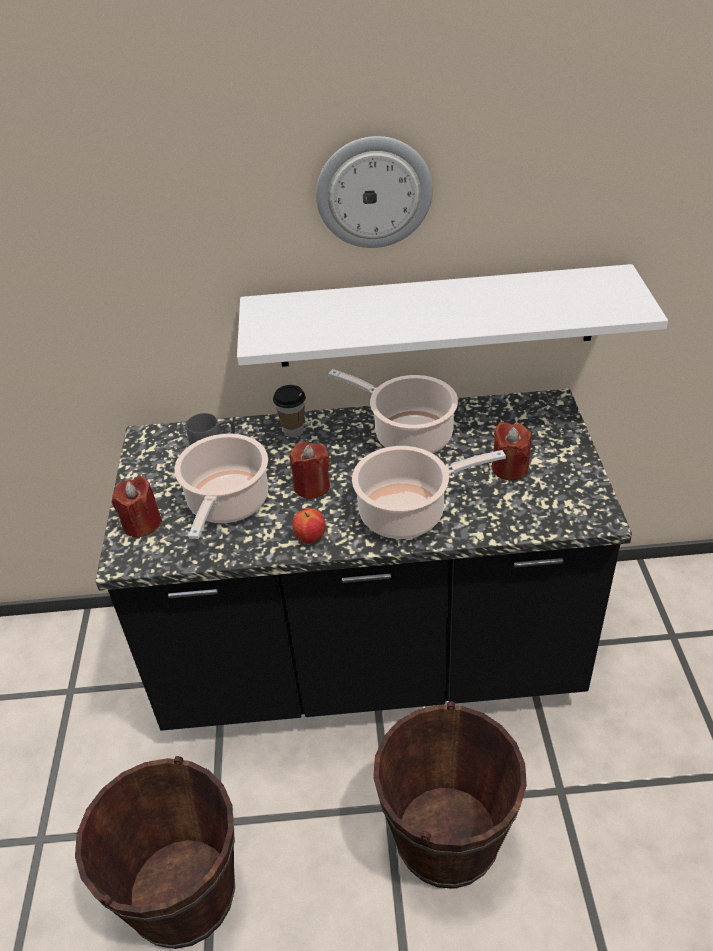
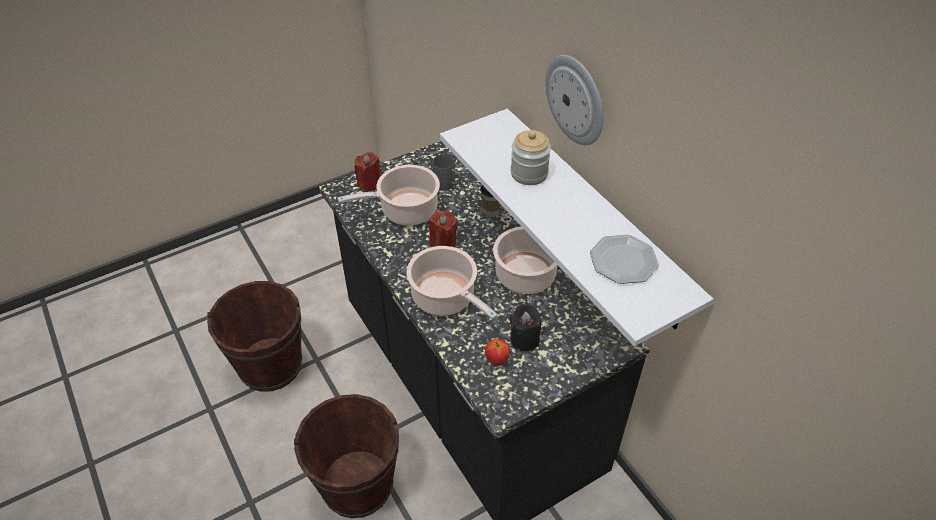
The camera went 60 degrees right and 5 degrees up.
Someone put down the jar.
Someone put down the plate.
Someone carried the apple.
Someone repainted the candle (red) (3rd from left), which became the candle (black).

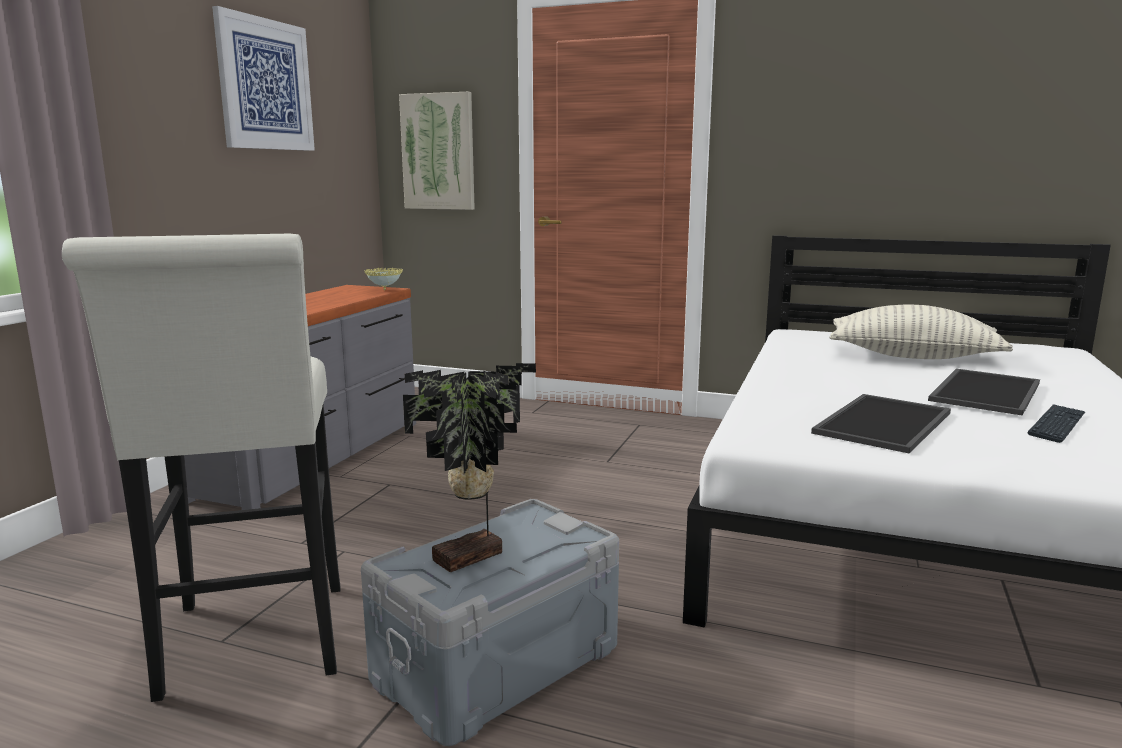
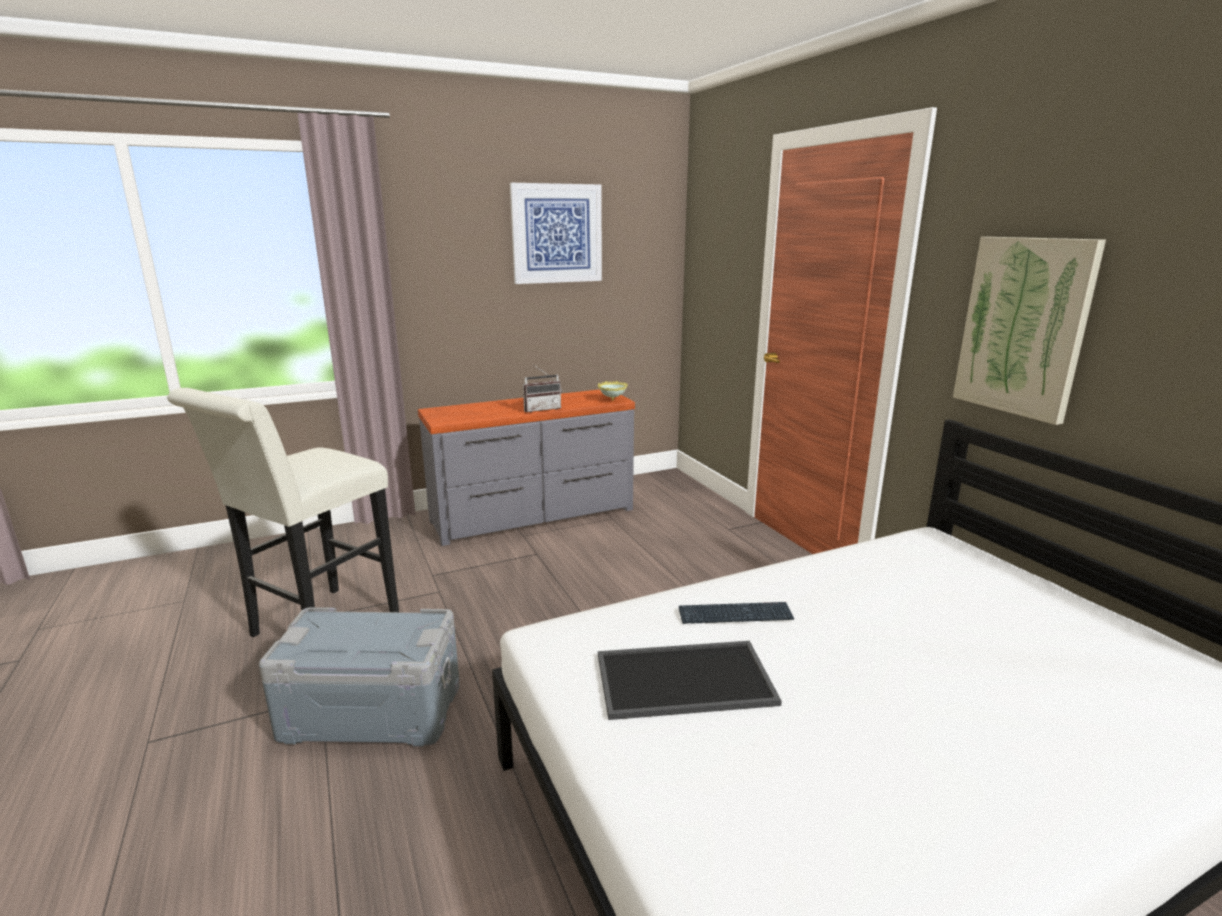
The camera went 45 degrees right and 5 degrees up.
Someone took away the potted plant.
Someone took away the pillow.
Someone took away the tray (2nd from left).
Someone put down the radio.
Someone carried the picture (2nd from left).
Someone carried the keyboard.

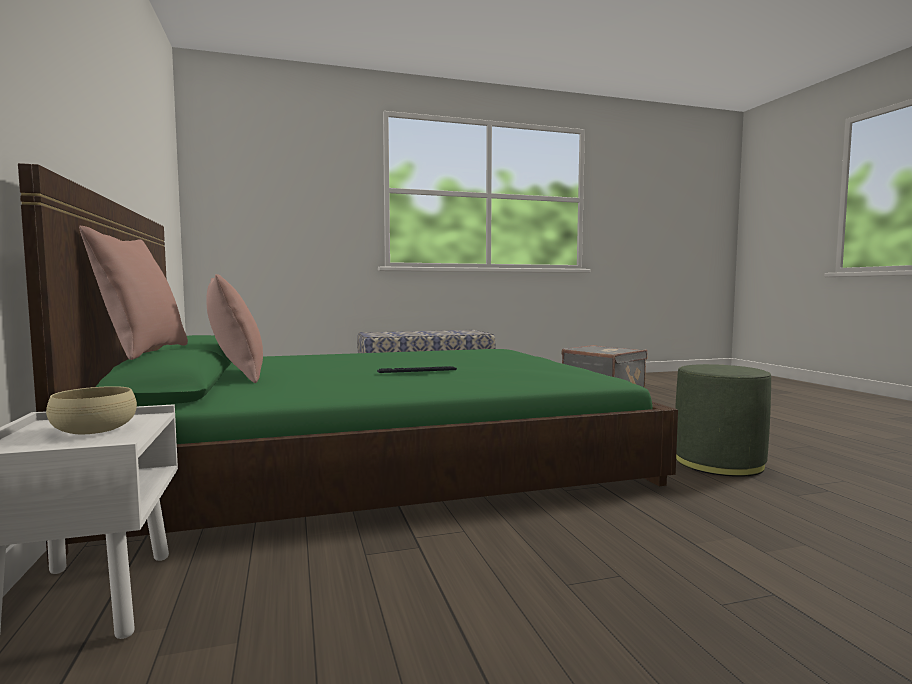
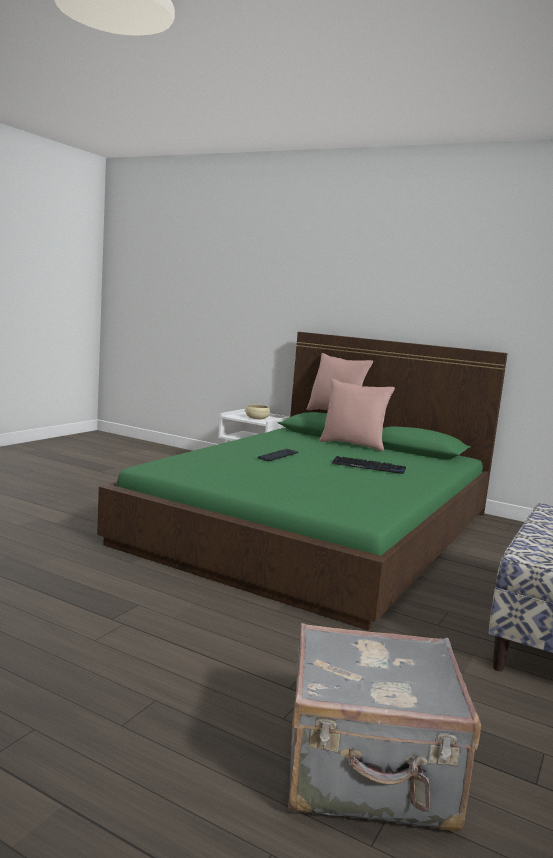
The camera went 135 degrees right and 5 degrees up.
Someone took away the ottoman (green).
Someone put down the keyboard (2nd from left).

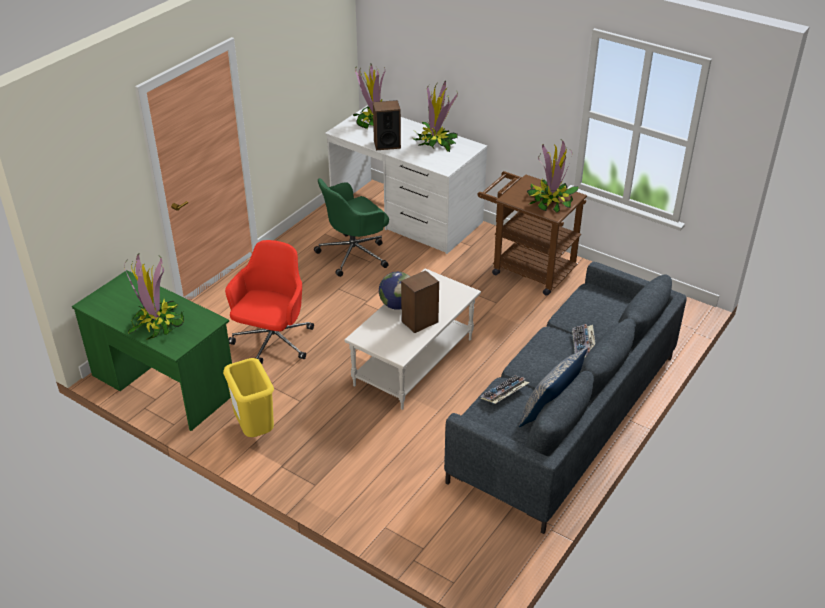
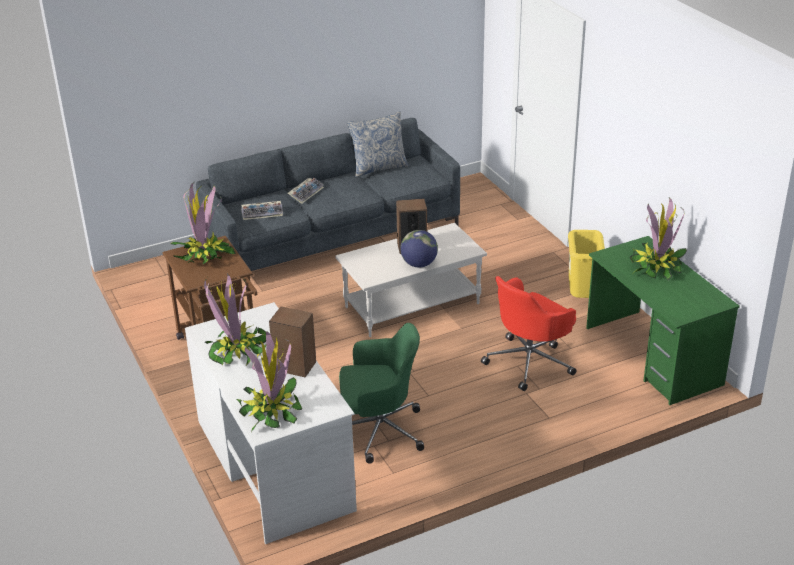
The camera went 150 degrees left and 5 degrees down.
Someone carried the keyboard (1st from left).

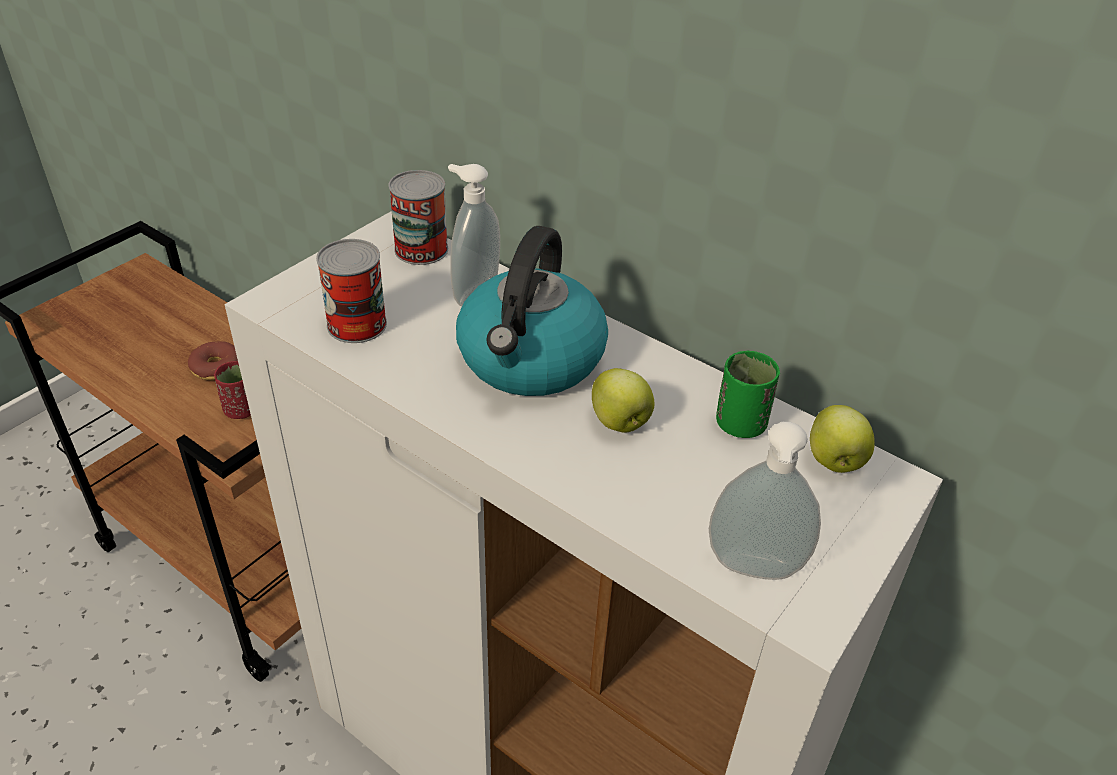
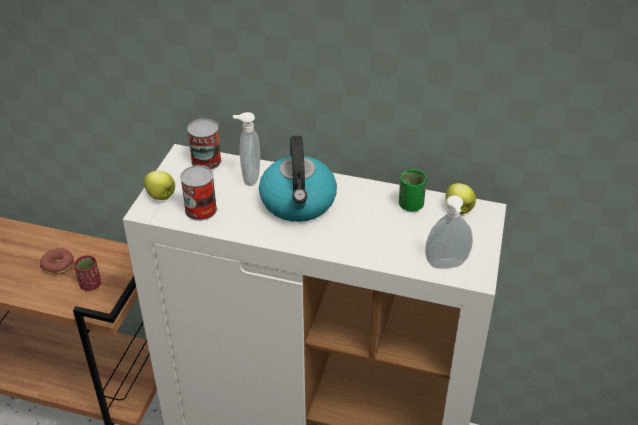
The camera went 20 degrees left and 0 degrees up.
Someone carried the apple (1st from left).

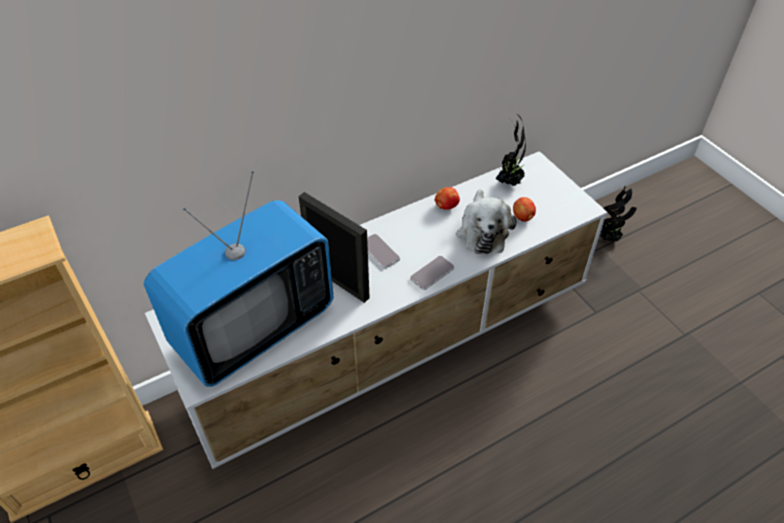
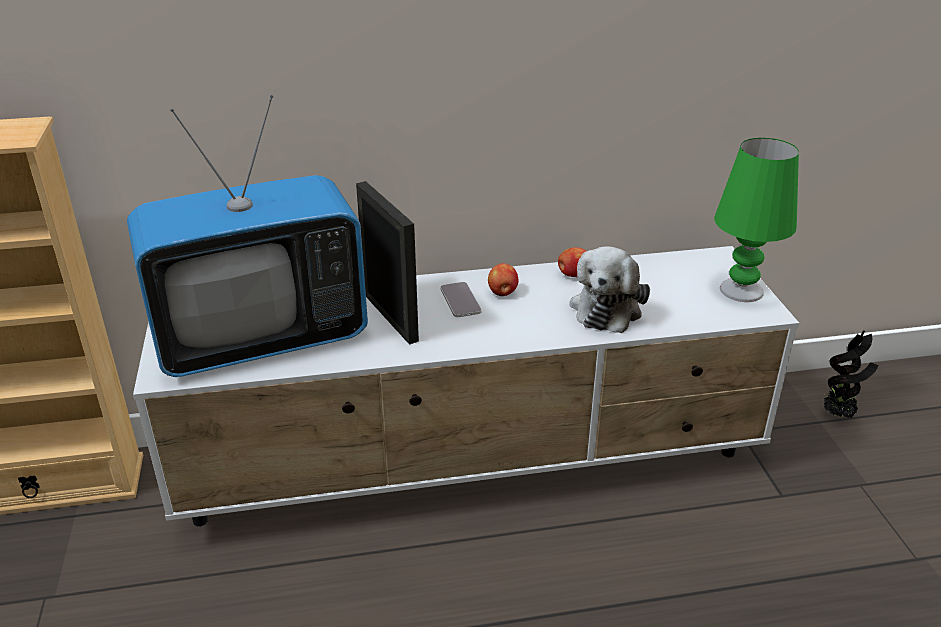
The camera went 20 degrees right and 15 degrees down.
Someone took away the phone (2nd from left).
Someone took away the potted plant (1st from left).
Someone put down the table lamp (green).
Someone carried the apple (2nd from left in the first image).

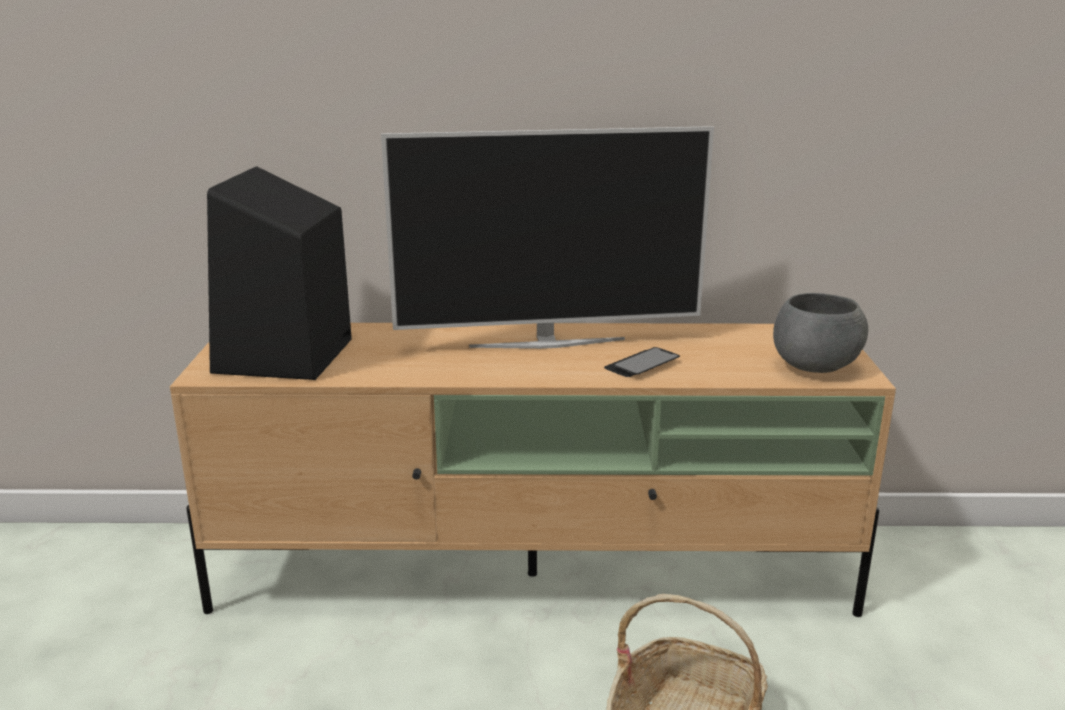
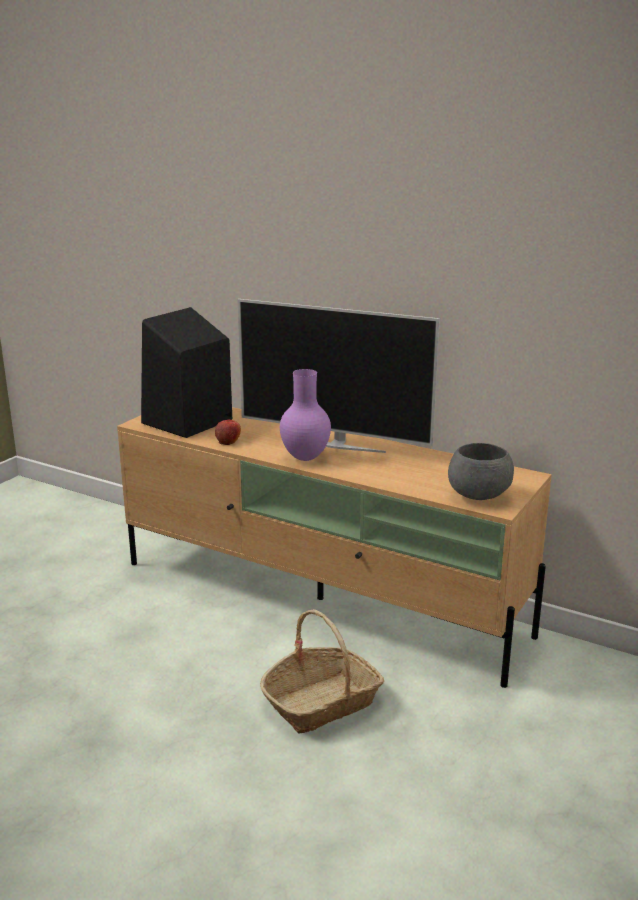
The camera went 30 degrees right and 0 degrees up.
Someone took away the phone.
Someone put down the apple.
Someone put down the vase (purple).

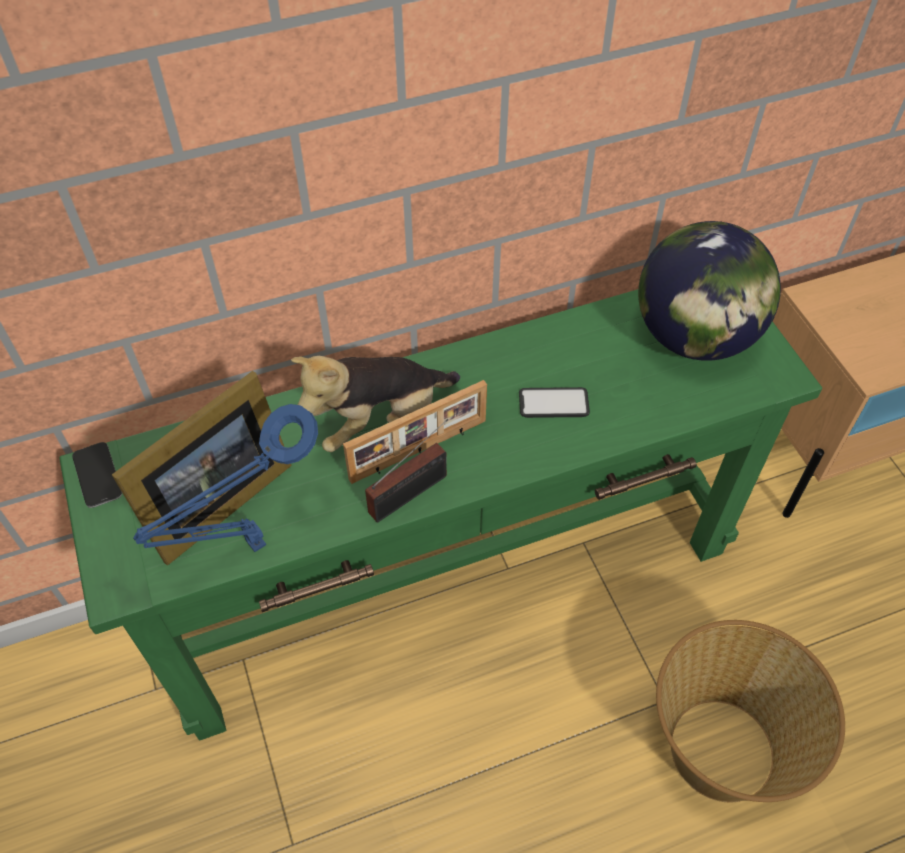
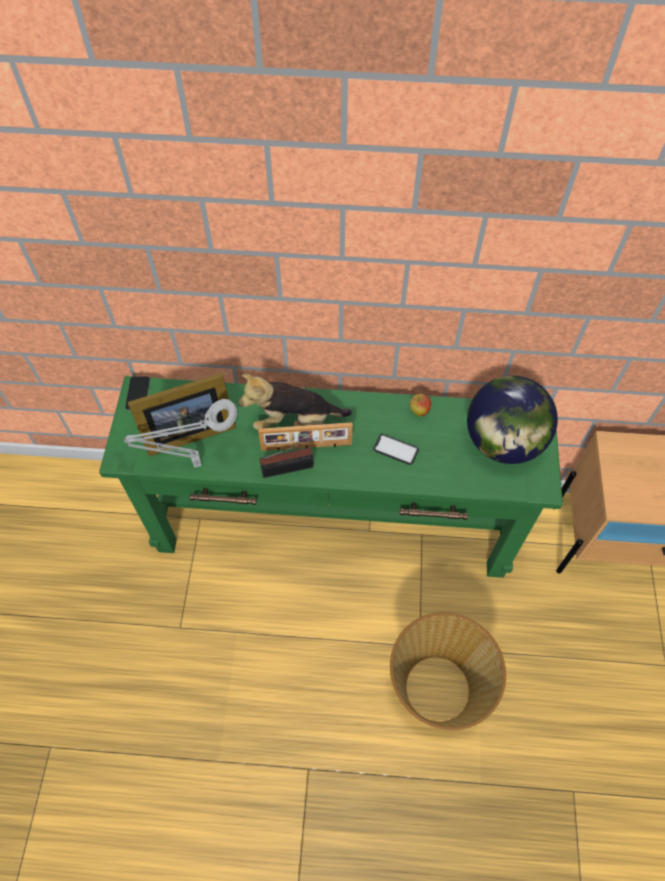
The camera went 25 degrees right and 5 degrees up.
Someone put down the apple.
Someone repainted the table lamp (blue), which became the table lamp (grey).

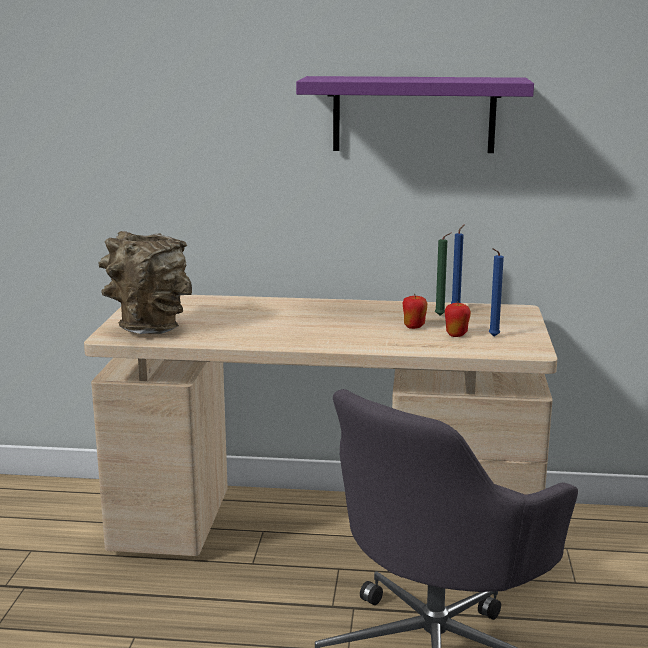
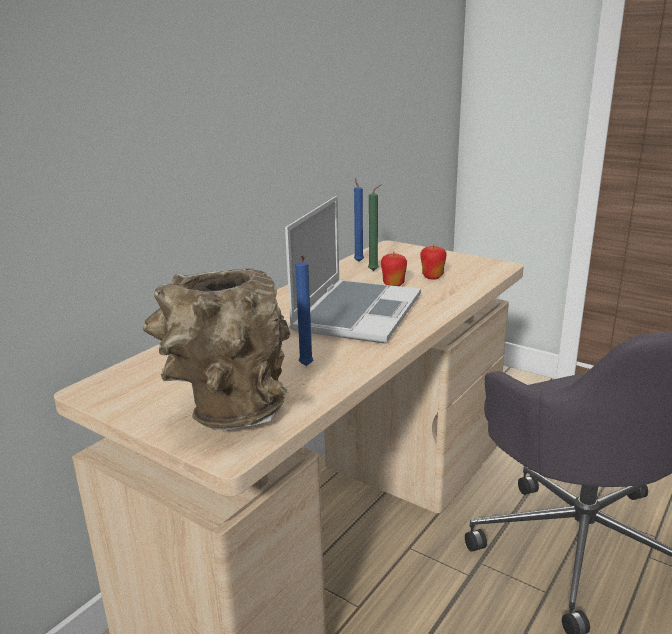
The camera went 60 degrees left and 5 degrees up.
Someone took away the shelf (purple).
Someone put down the laptop.
Someone carried the candle (blue) (2nd from left in the first image).

